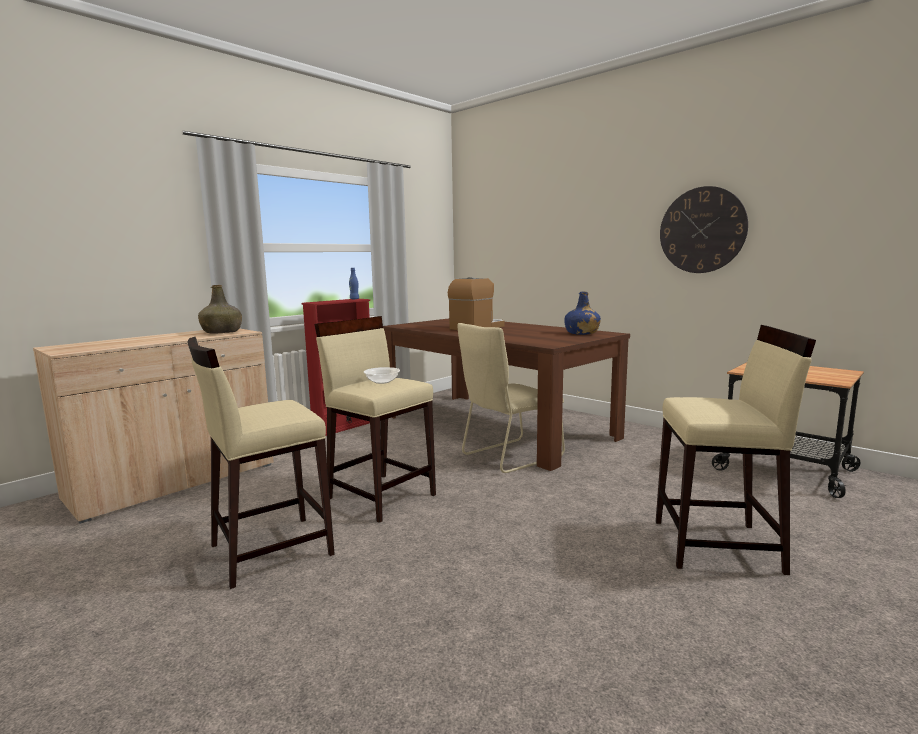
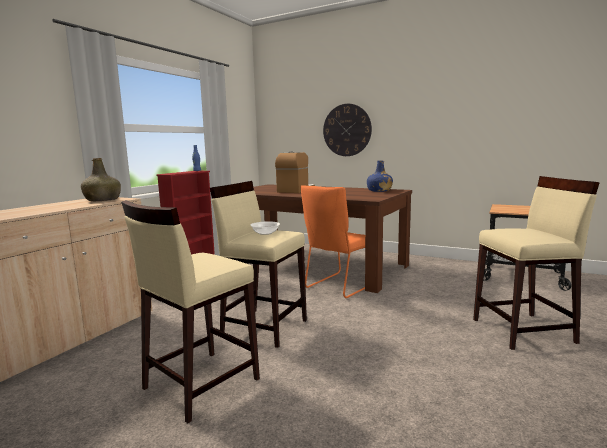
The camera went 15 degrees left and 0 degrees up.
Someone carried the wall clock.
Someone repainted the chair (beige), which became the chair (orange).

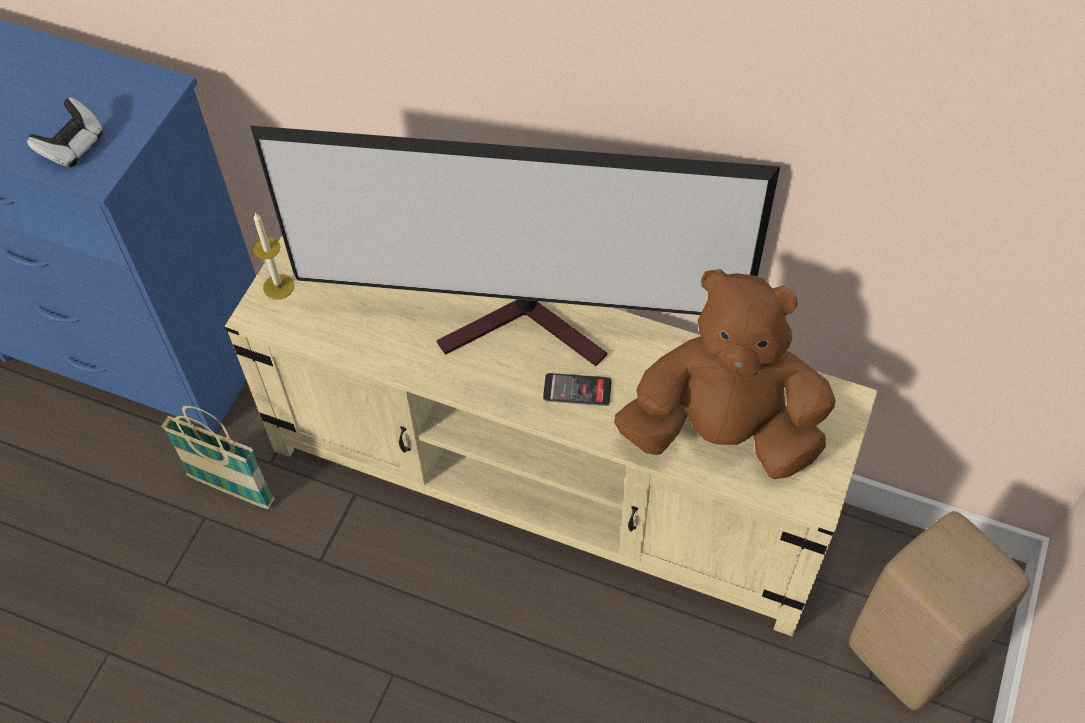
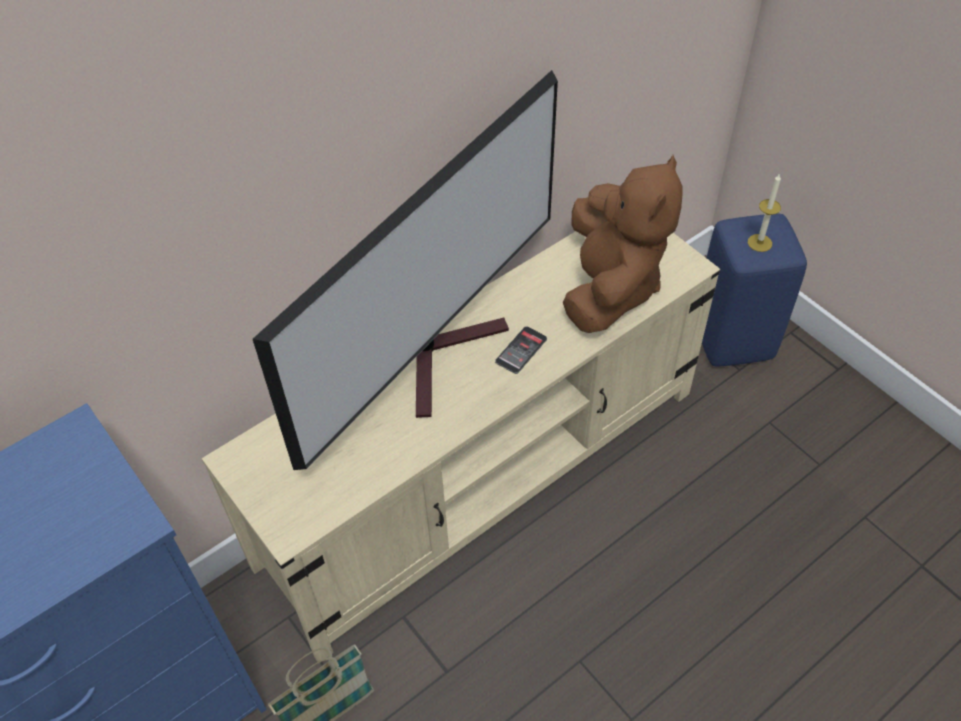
The camera went 60 degrees left and 5 degrees down.
Someone took away the game controller.
Someone carried the candle.
Someone repainted the stool (beige), which became the stool (blue).
Someone rotated the plush toy (brown) by 150 degrees clockwise.

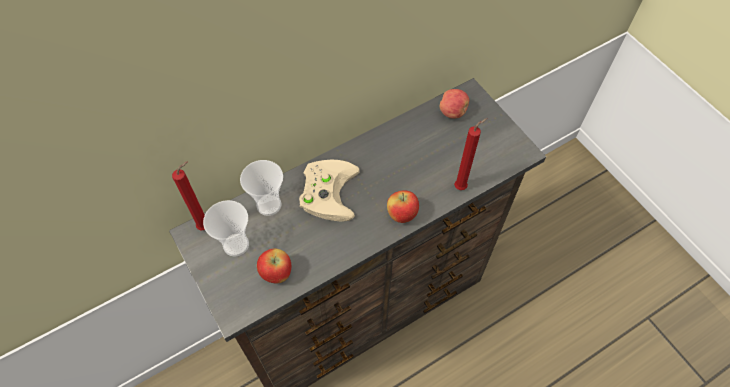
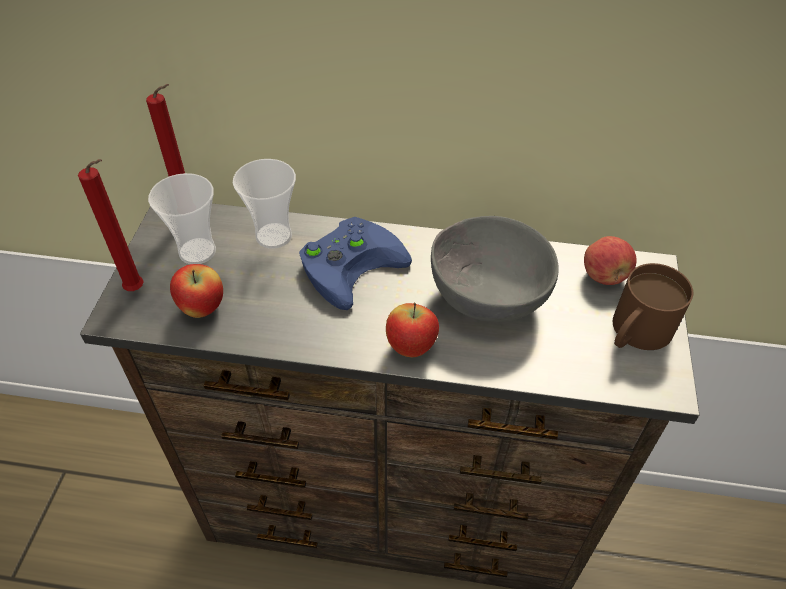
The camera went 40 degrees right and 10 degrees down.
Someone put down the bowl (grey).
Someone put down the mug (brown).
Someone carried the candle (red) (2nd from left in the first image).
Someone repainted the game controller (beige), which became the game controller (blue).

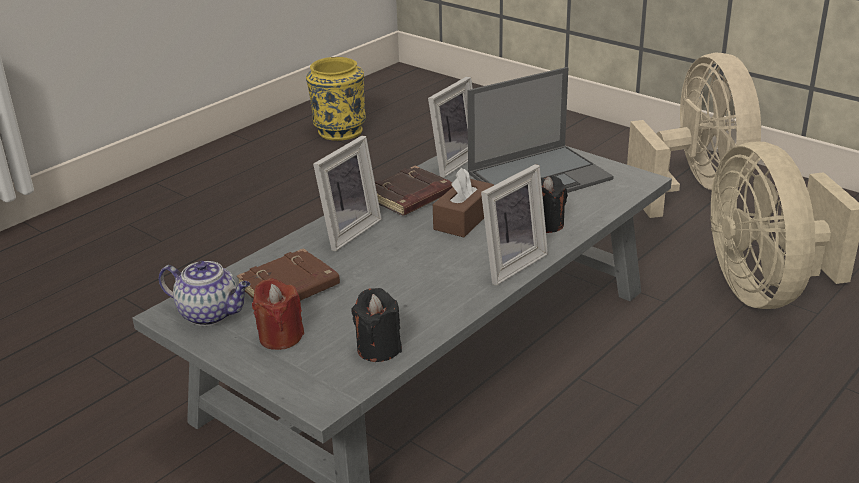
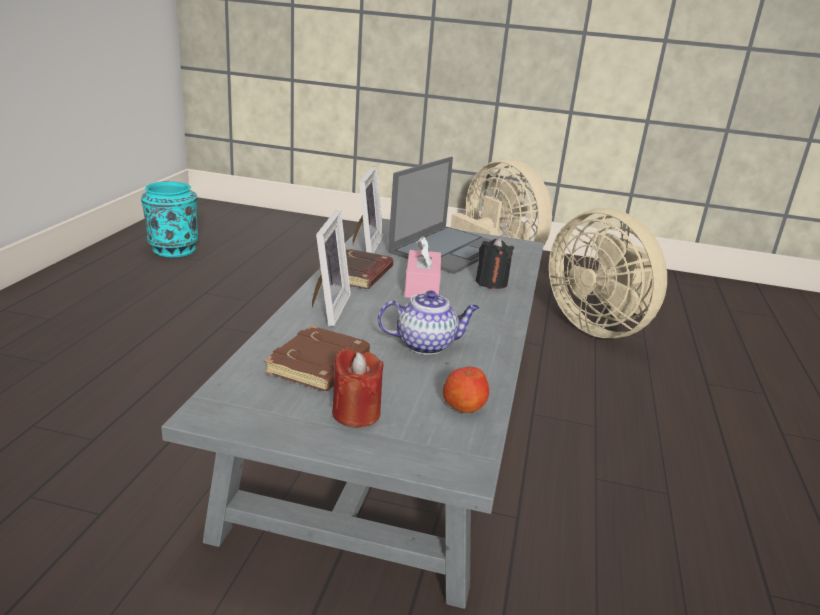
The camera went 30 degrees left and 5 degrees down.
Someone took away the picture frame (3rd from left).
Someone carried the teapot.
Someone swapped the candle (black) (1st from left) for the apple.
Someone repainted the vase (yellow), which became the vase (turquoise).
Someone repainted the tissue box (brown), which became the tissue box (pink).

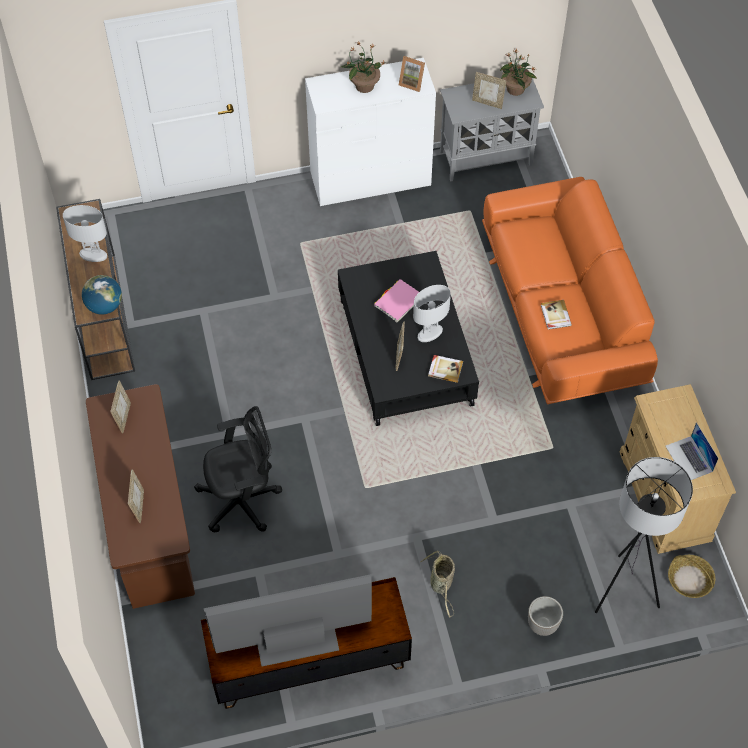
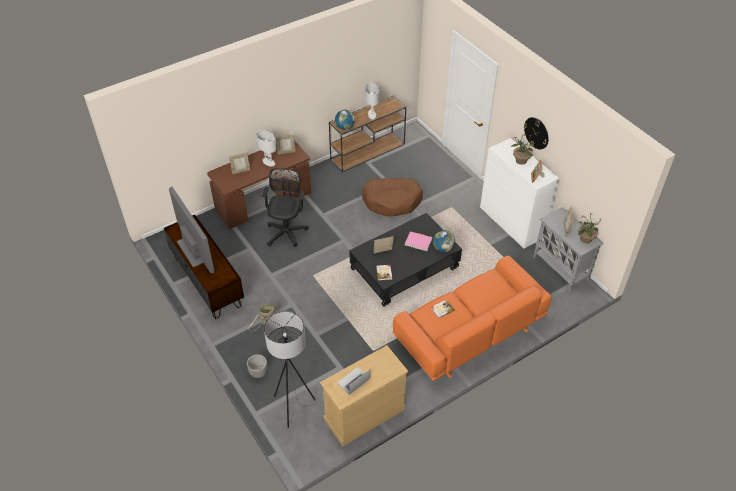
The camera went 70 degrees right and 10 degrees down.
Someone took away the basket (2nd from left).
Someone put down the dog bed (brown).
Someone put down the globe (2nd from left).
Someone put up the wall clock.
Someone carried the table lamp (white) (2nd from left in the first image).
Someone rotated the office chair (black) by 135 degrees counterclockwise.

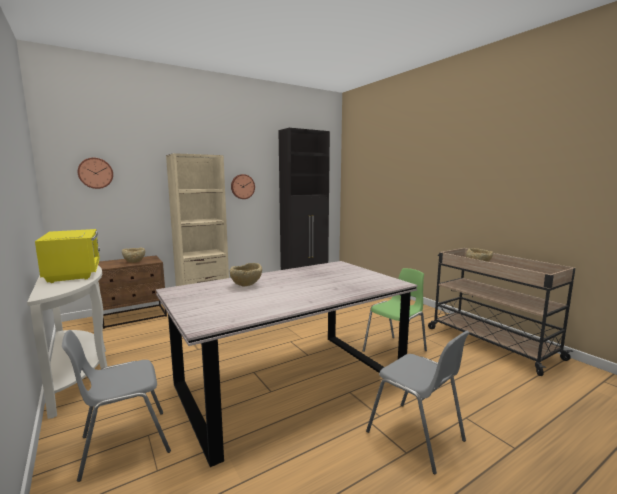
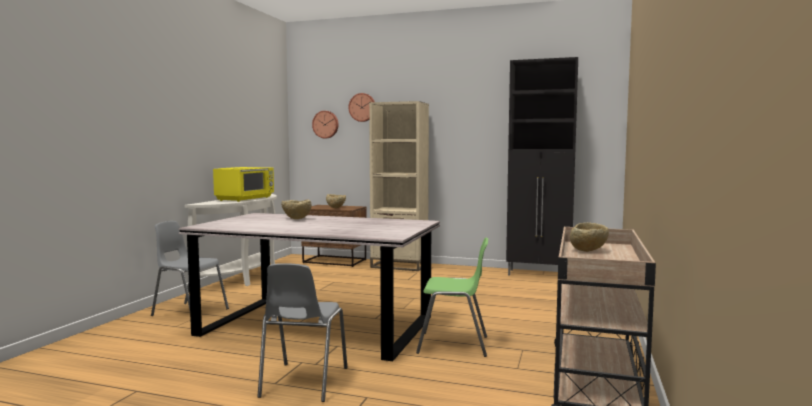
The camera went 50 degrees right and 5 degrees down.
Someone carried the wall clock (2nd from left).

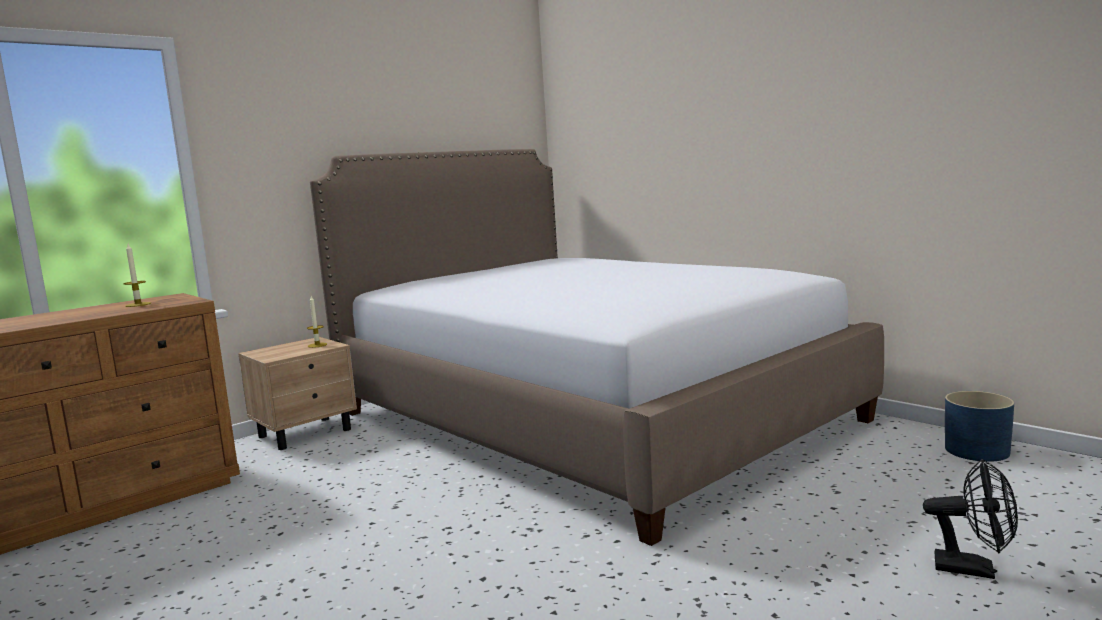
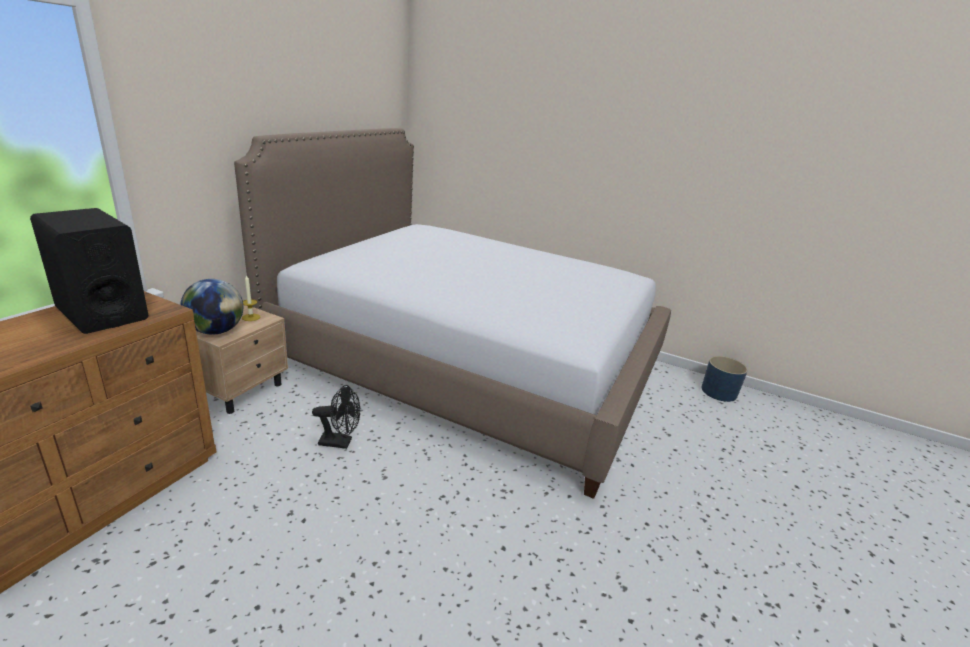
The camera went 25 degrees left and 15 degrees up.
Someone put down the globe.
Someone carried the fan (black).
Someone swapped the candle (1st from left) for the speaker (black).

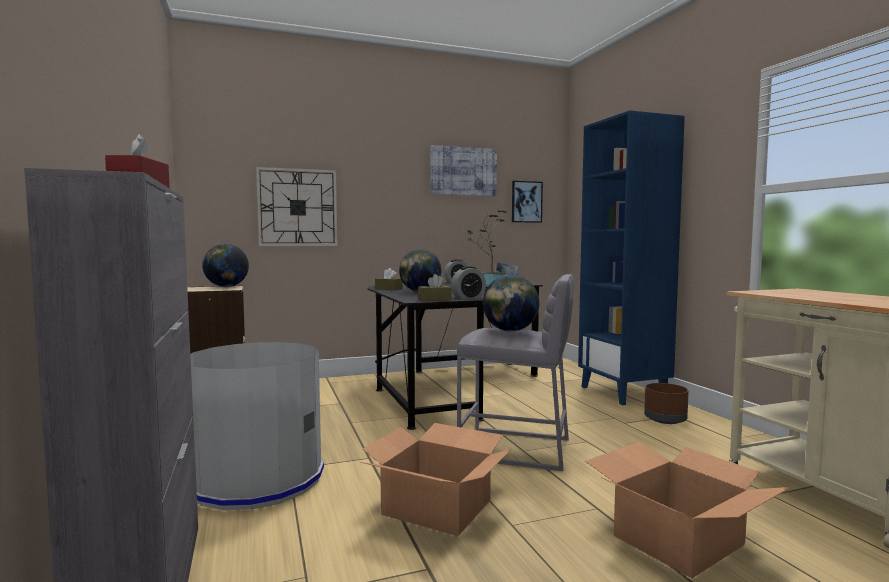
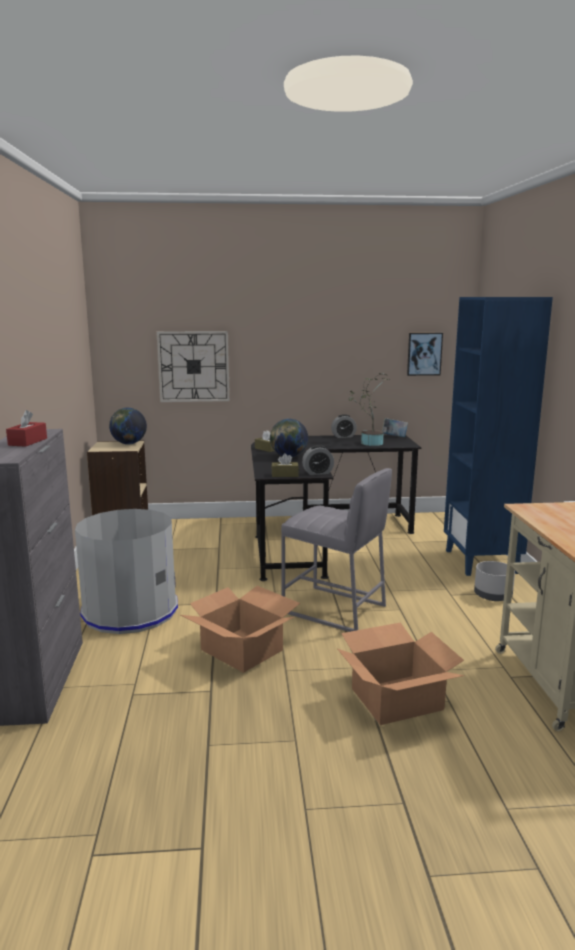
The camera went 15 degrees right and 10 degrees up.
Someone took away the picture (1st from left).
Someone took away the globe (3rd from left).
Someone repainted the planter (brown), which became the planter (grey).

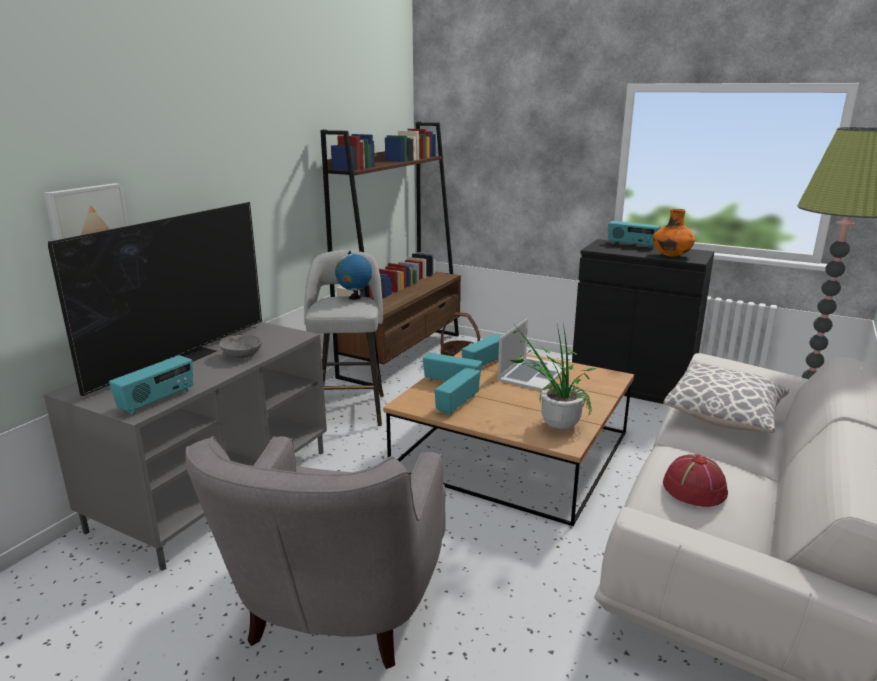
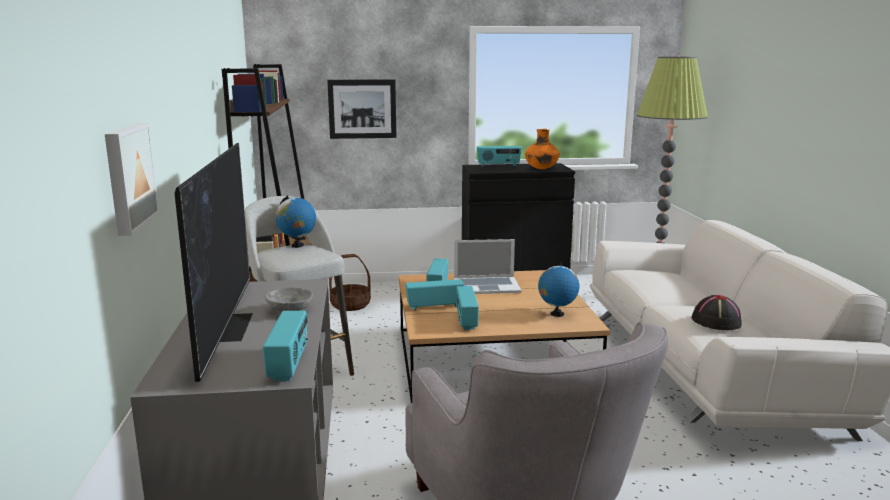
The camera went 35 degrees left and 5 degrees down.
Someone took away the pillow.
Someone put up the picture (2nd from left).
Someone swapped the potted plant for the globe (2nd from left).
Someone repainted the hat (red), which became the hat (black).
Someone rotated the laptop by 90 degrees clockwise.

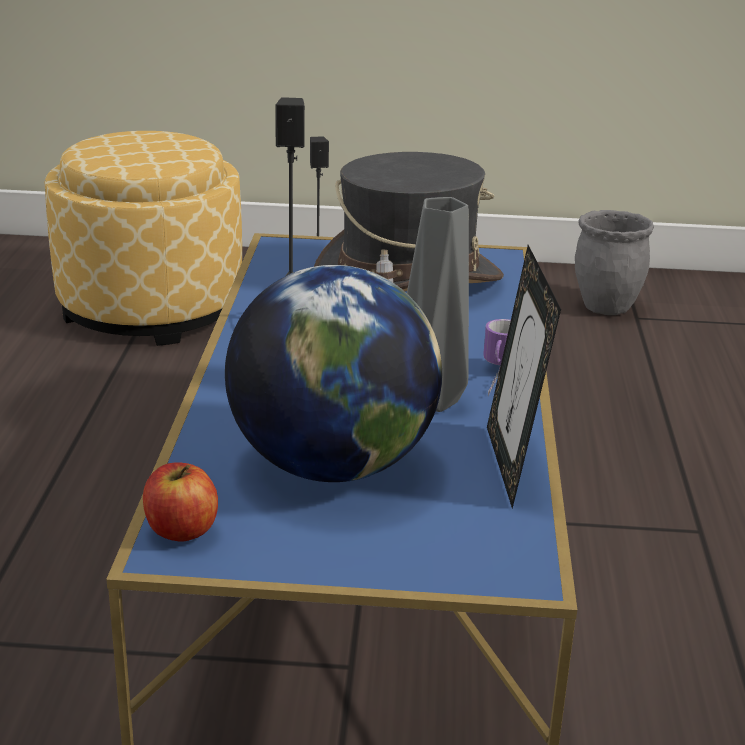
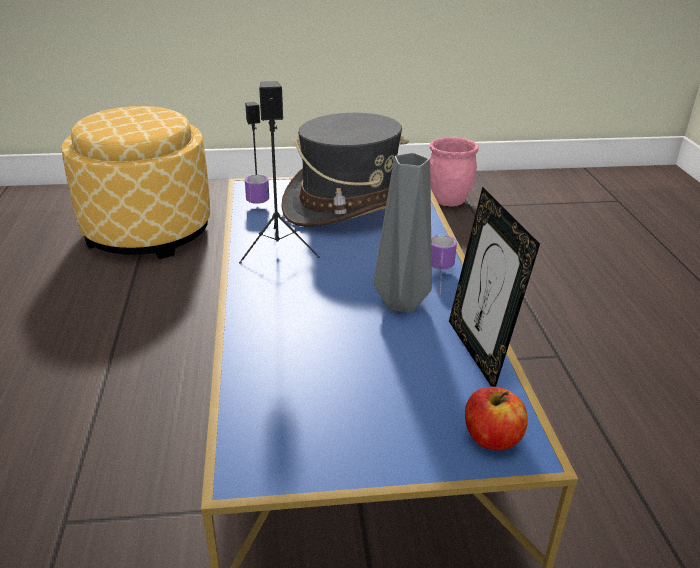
The camera went 10 degrees left and 5 degrees up.
Someone took away the globe.
Someone put down the mug (1st from left).
Someone carried the apple.
Someone repainted the planter (grey), which became the planter (pink).

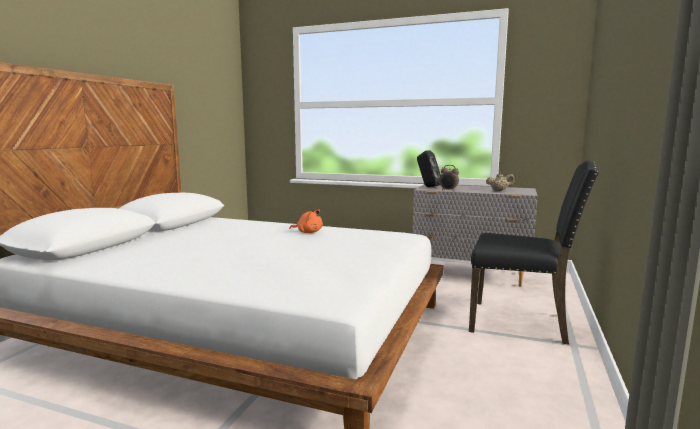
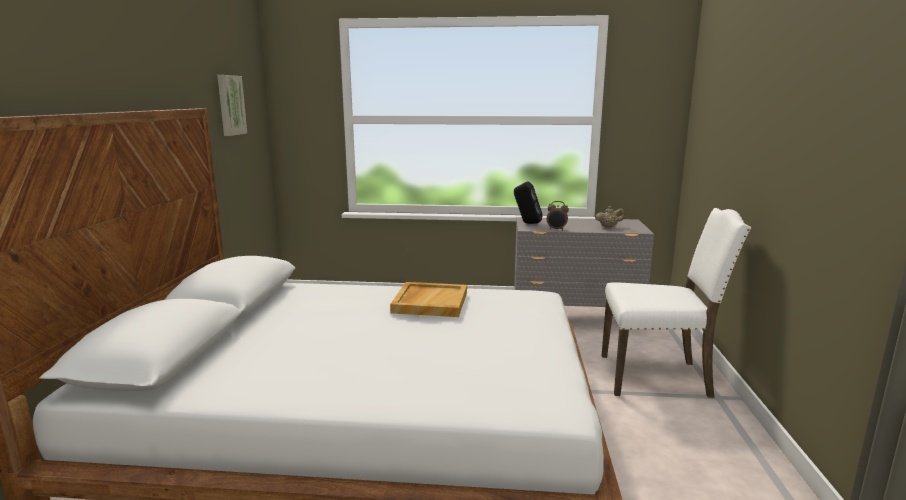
The camera went 15 degrees left and 5 degrees up.
Someone put up the picture.
Someone swapped the plush toy (orange) for the tray (beige).
Someone repainted the chair (black), which became the chair (white).

